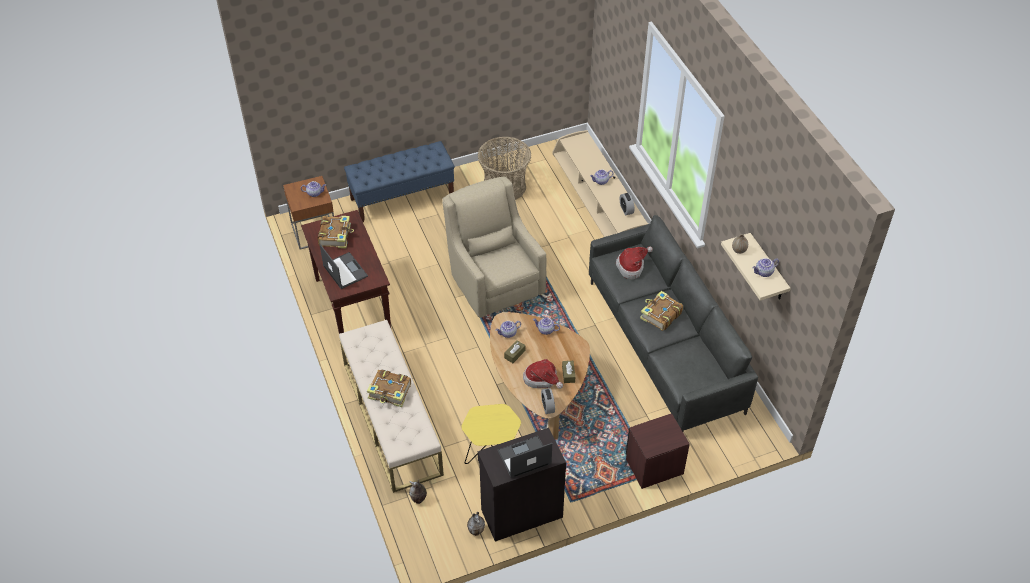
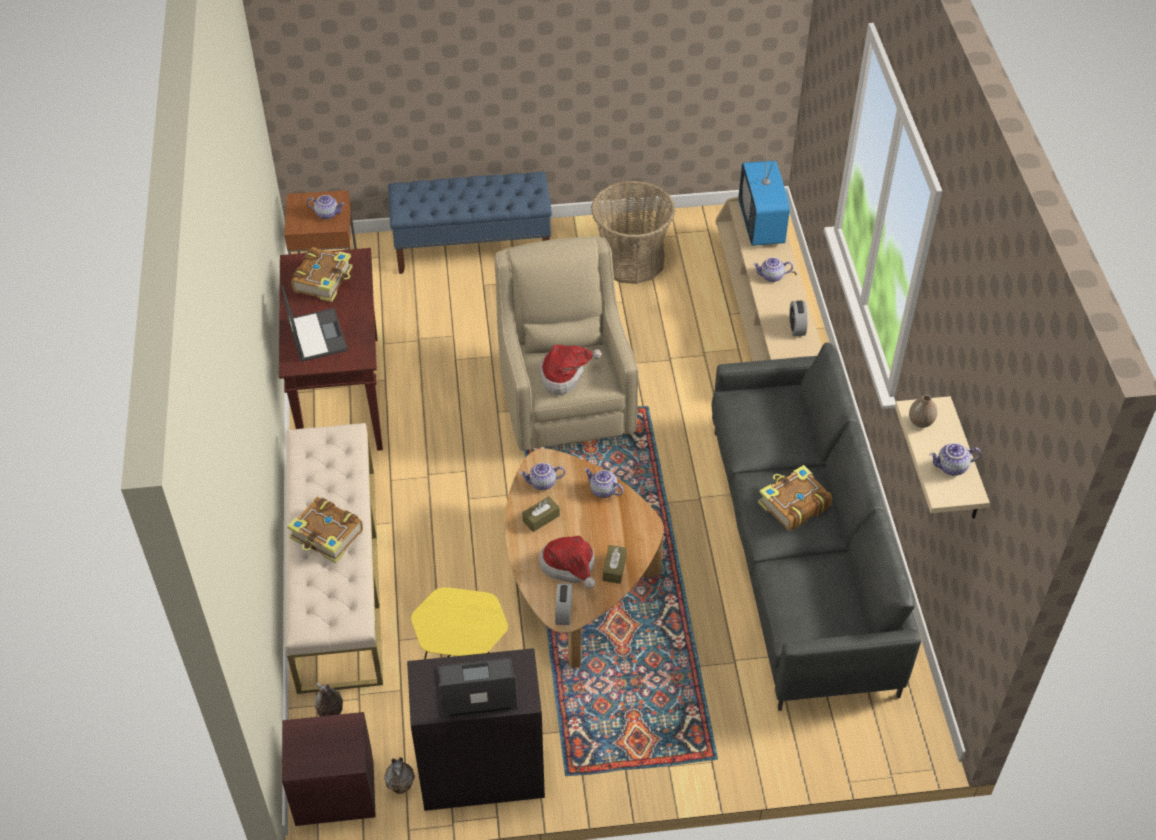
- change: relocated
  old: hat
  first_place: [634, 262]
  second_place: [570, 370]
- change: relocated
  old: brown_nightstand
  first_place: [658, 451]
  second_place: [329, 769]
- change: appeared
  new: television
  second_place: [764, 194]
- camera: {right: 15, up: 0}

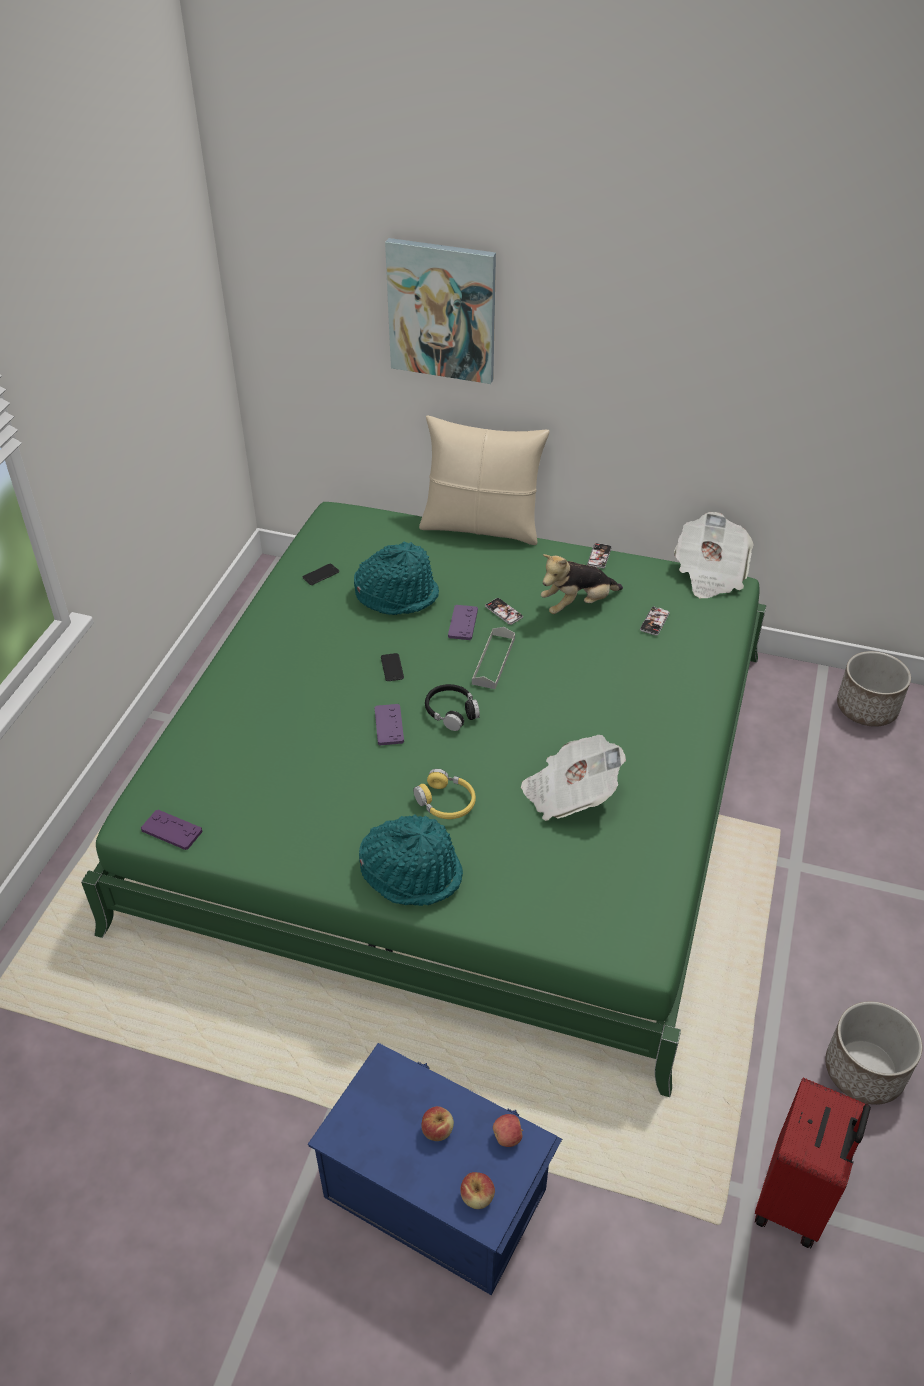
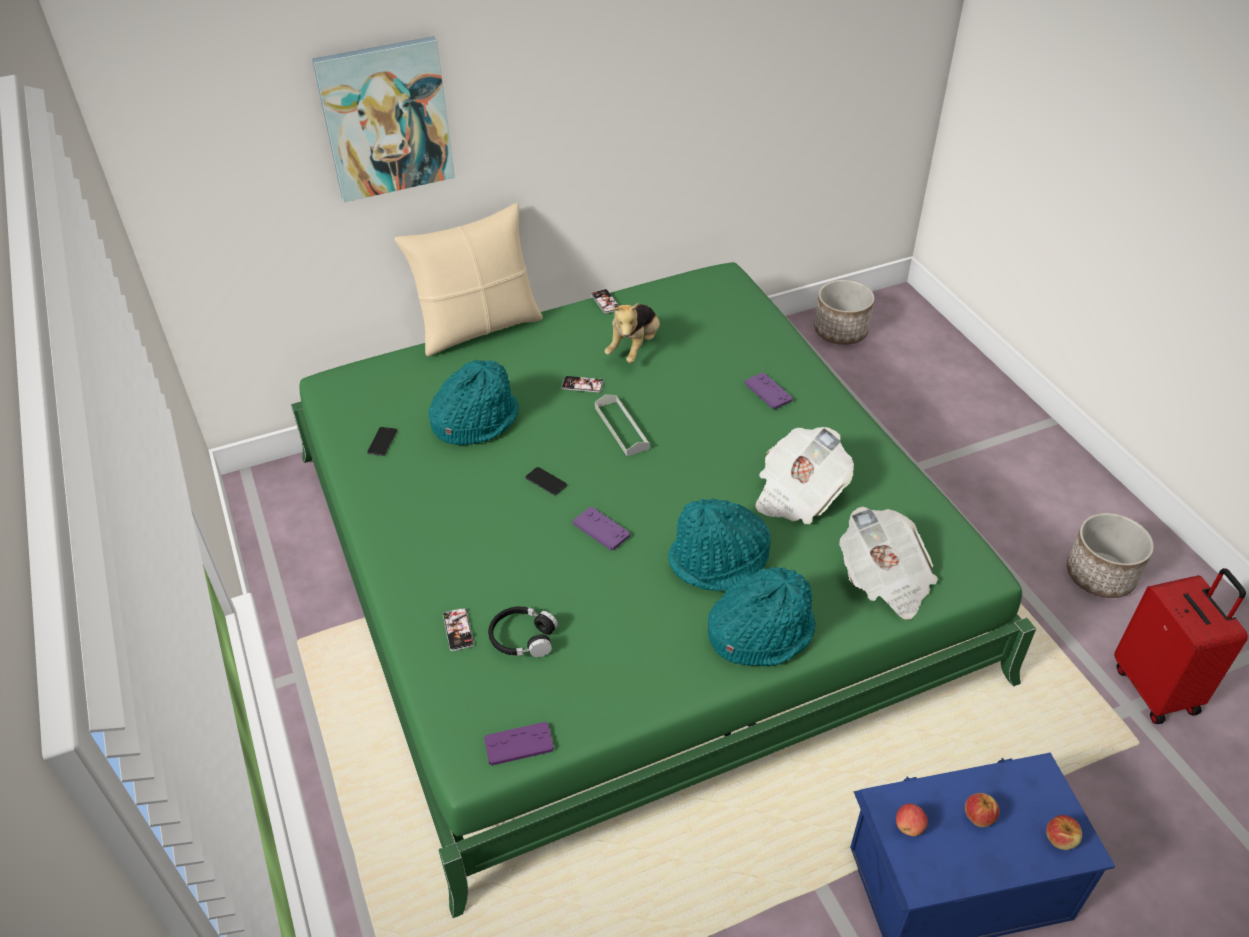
- change: relocated
  old: newspaper
  first_place: [714, 555]
  second_place: [888, 563]
- change: relocated
  old: purple_game_controller
  first_place: [463, 622]
  second_place: [769, 390]
- change: relocated
  old: phone
  first_place: [655, 621]
  second_place: [458, 629]
- change: relocated
  old: black_headphones
  first_place: [452, 707]
  second_place: [523, 631]
- change: exchanged
  old: yellow_headphones
  new: turquoise_hat
  first_place: [444, 794]
  second_place: [719, 544]
- change: relocated
  old: apple
  first_place: [508, 1130]
  second_place: [912, 819]
- camera: {right: -40, up: 0}

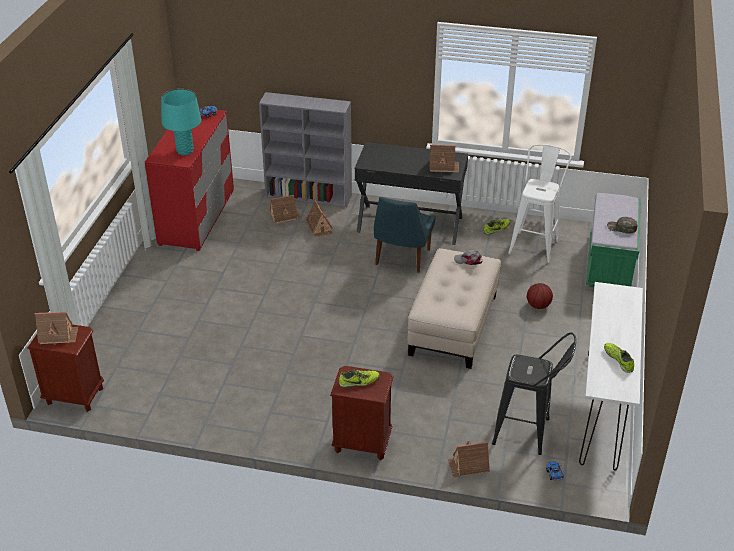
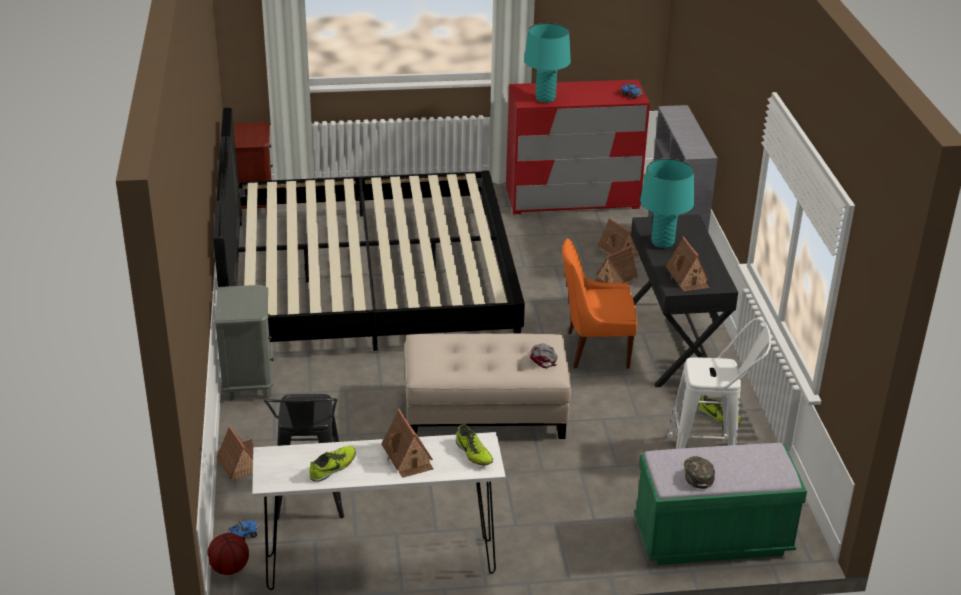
- change: colour
  old: blue_chair
  new: orange_chair
  first_place: [405, 235]
  second_place: [599, 303]
- change: relocated
  old: basketball
  first_place: [540, 296]
  second_place: [228, 554]
- change: relocated
  old: toy_house
  first_place: [56, 328]
  second_place: [407, 443]
- change: colour
  old: brown_nightstand
  new: grey_nightstand
  first_place: [362, 413]
  second_place: [244, 343]
- change: relocated
  old: shoe
  first_place: [359, 379]
  second_place: [474, 445]
- change: appeared
  new: bed
  second_place: [369, 229]
- change: appeared
  new: turquoise_table_lamp
  second_place: [667, 203]
- camera: {right: 70, up: -5}

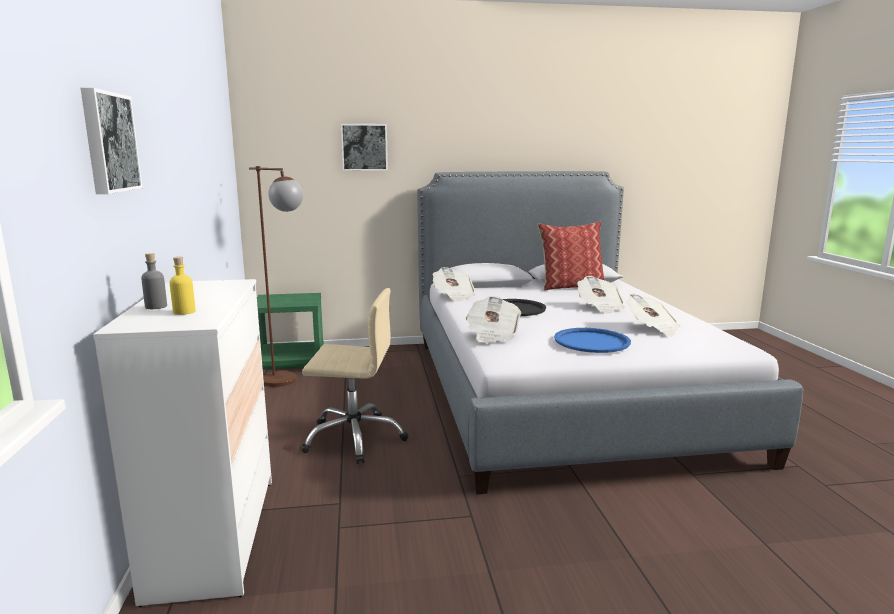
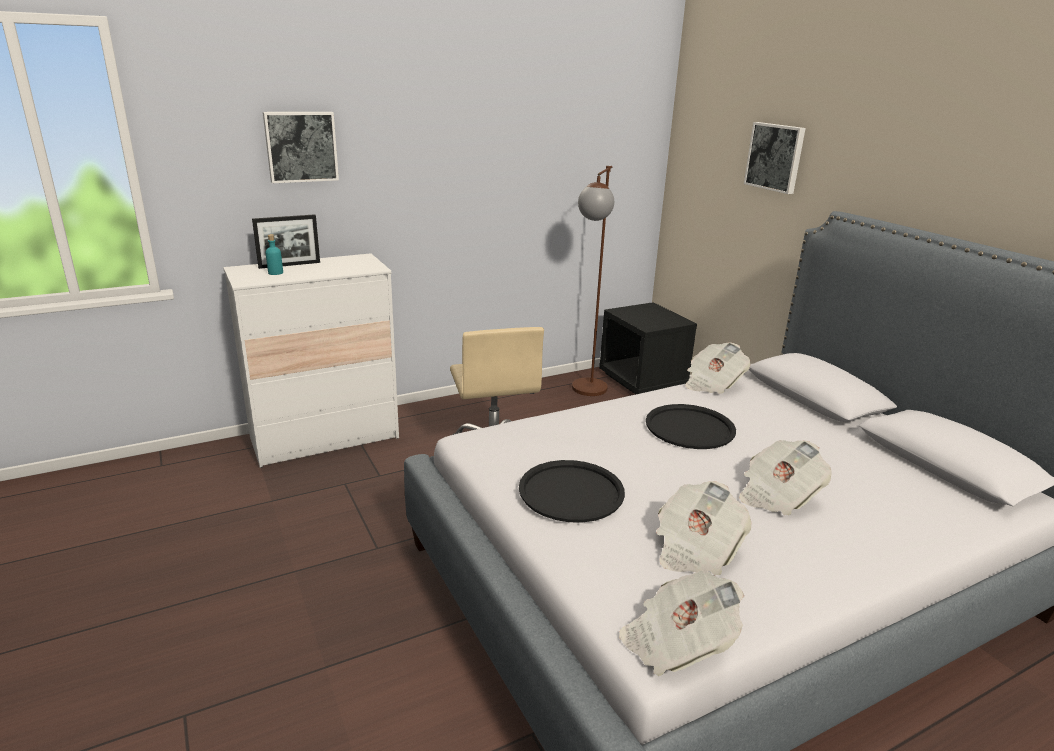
- change: missing
  old: pillow
  first_place: [571, 256]
- change: exchanged
  old: grey_bottle
  new: picture_frame
  first_place: [154, 281]
  second_place: [286, 241]
- change: colour
  old: yellow_bottle
  new: turquoise_bottle
  first_place: [182, 286]
  second_place: [274, 254]
- change: colour
  old: green_nightstand
  new: black_nightstand
  first_place: [290, 331]
  second_place: [648, 348]
- change: relocated
  old: newspaper
  first_place: [493, 319]
  second_place: [681, 623]
- change: colour
  old: blue_tray
  new: black_tray
  first_place: [592, 340]
  second_place: [572, 491]
- camera: {right: 70, up: 10}

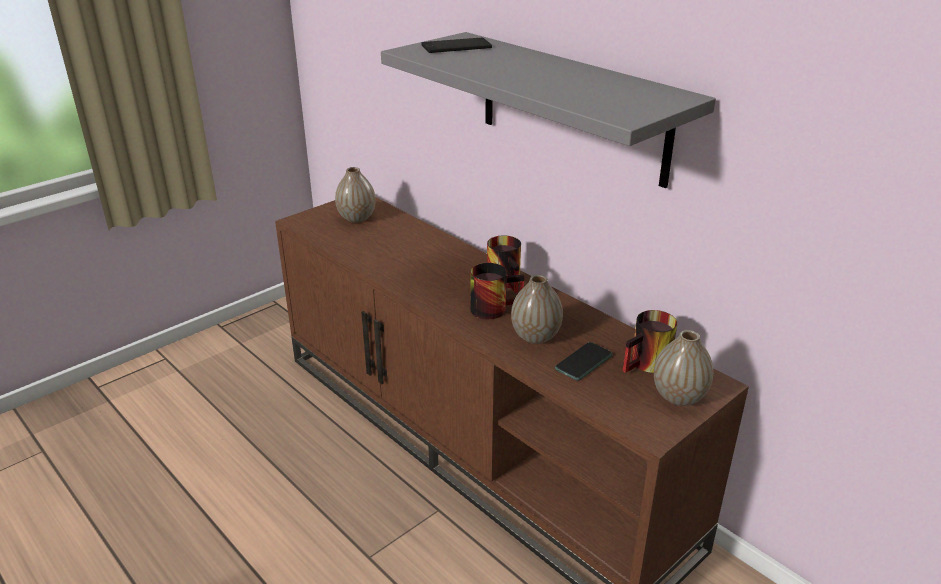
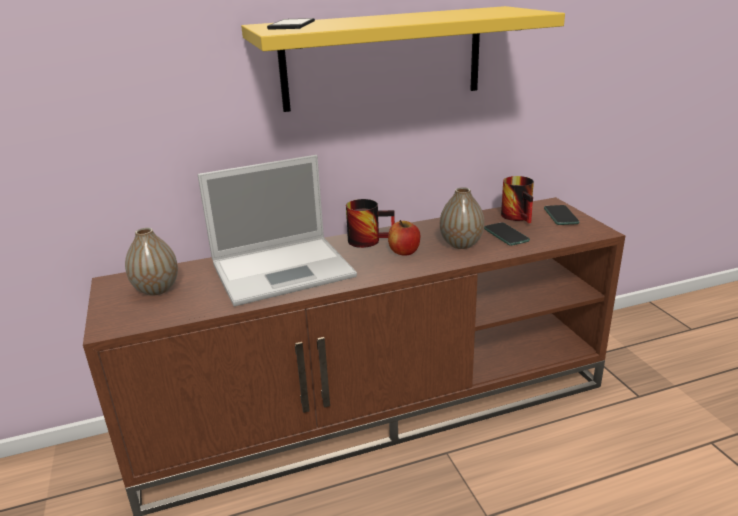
- change: colour
  old: grey_shelf
  new: yellow_shelf
  first_place: [548, 110]
  second_place: [403, 59]
- change: exchanged
  old: mug
  new: apple
  first_place: [497, 291]
  second_place: [404, 238]
- change: exchanged
  old: vase
  new: phone
  first_place: [684, 368]
  second_place: [562, 215]
- change: appeared
  new: laptop
  second_place: [277, 230]
- camera: {right: -65, up: -5}

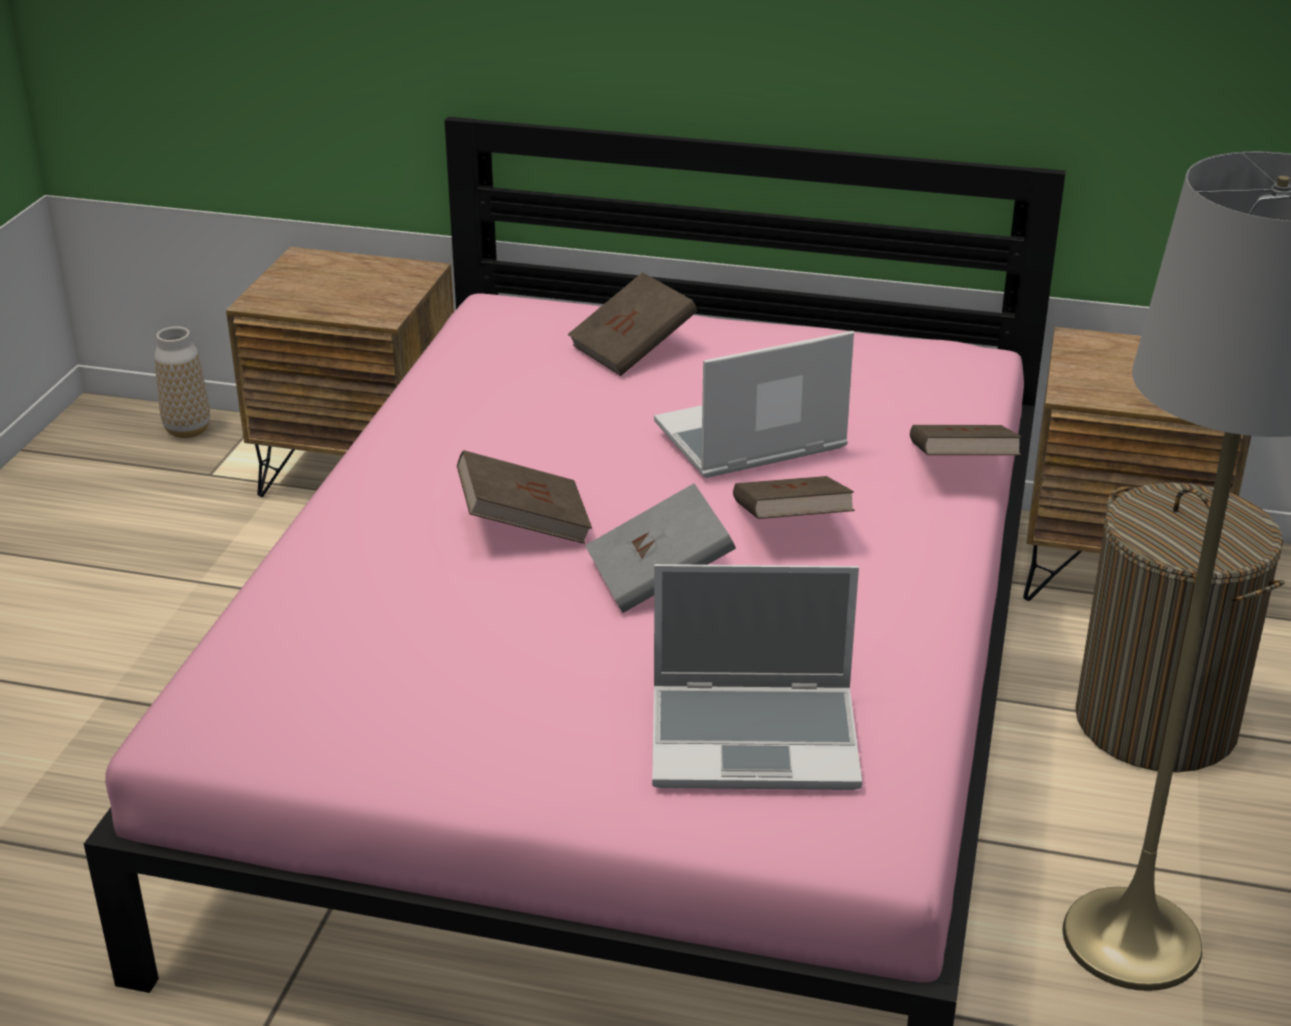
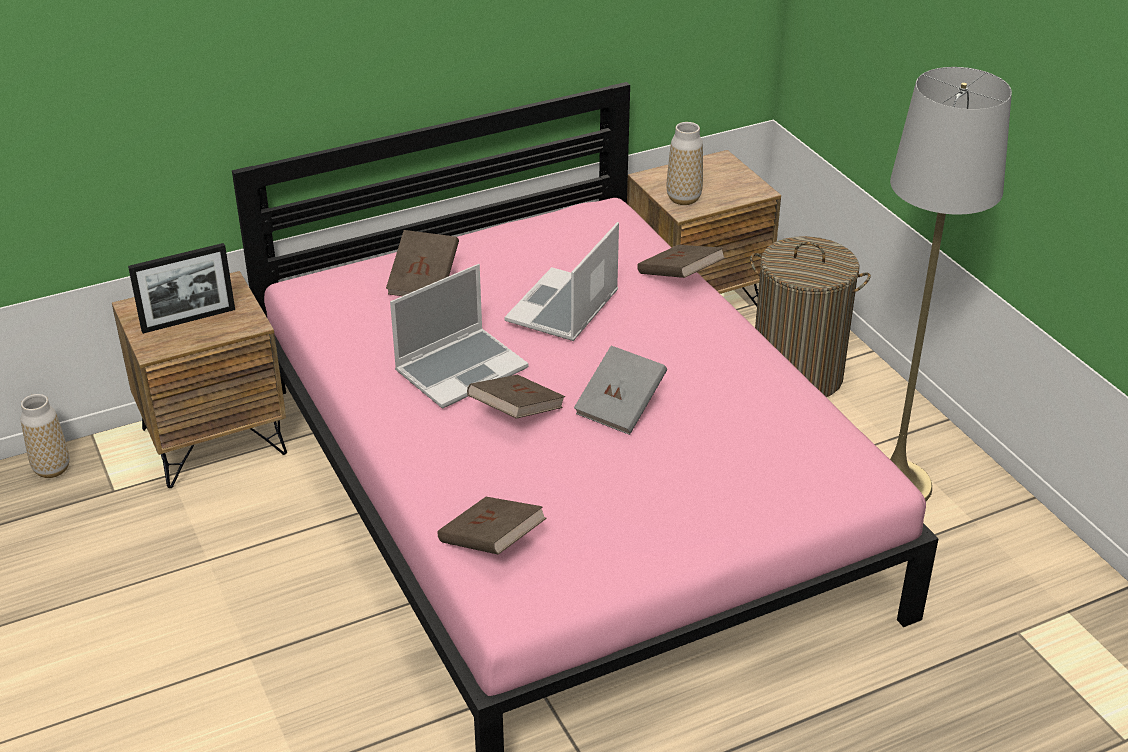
- change: relocated
  old: brown_book
  first_place: [794, 497]
  second_place: [492, 526]
- change: relocated
  old: laptop
  first_place: [757, 677]
  second_place: [459, 336]
- change: appeared
  new: vase
  second_place: [685, 163]
- change: appeared
  new: picture_frame
  second_place: [181, 288]
- camera: {right: -40, up: 5}

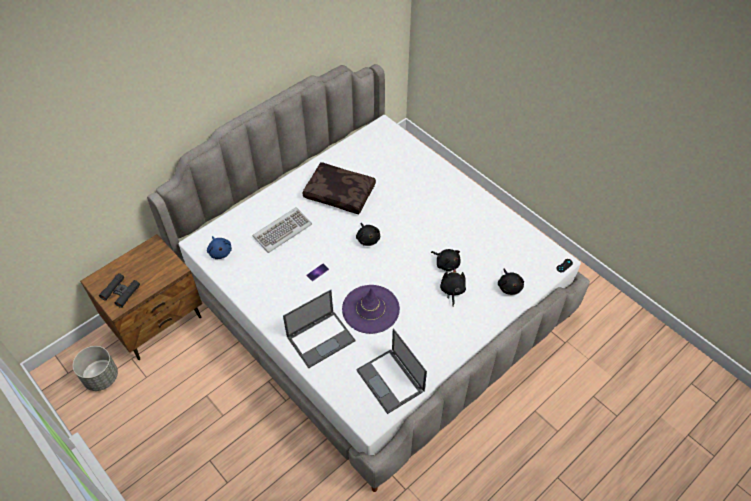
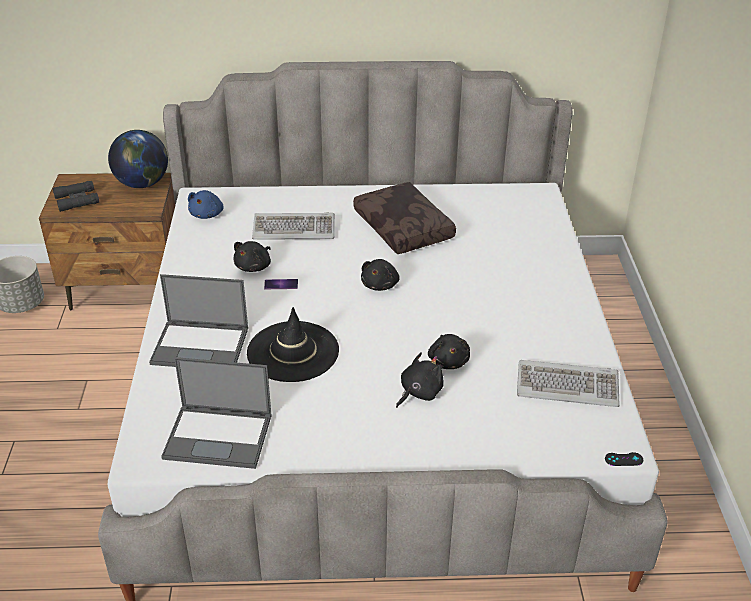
- change: relocated
  old: black_plush_toy
  first_place: [511, 282]
  second_place: [252, 256]
- change: colour
  old: purple_hat
  new: black_hat
  first_place: [371, 309]
  second_place: [293, 344]
- change: spun
  old: laptop
  first_place: [391, 371]
  second_place: [216, 413]
  degrees: -90
- change: appeared
  new: globe
  second_place: [138, 159]
- change: appeared
  new: keyboard
  second_place: [568, 383]
- camera: {right: 40, up: -15}

